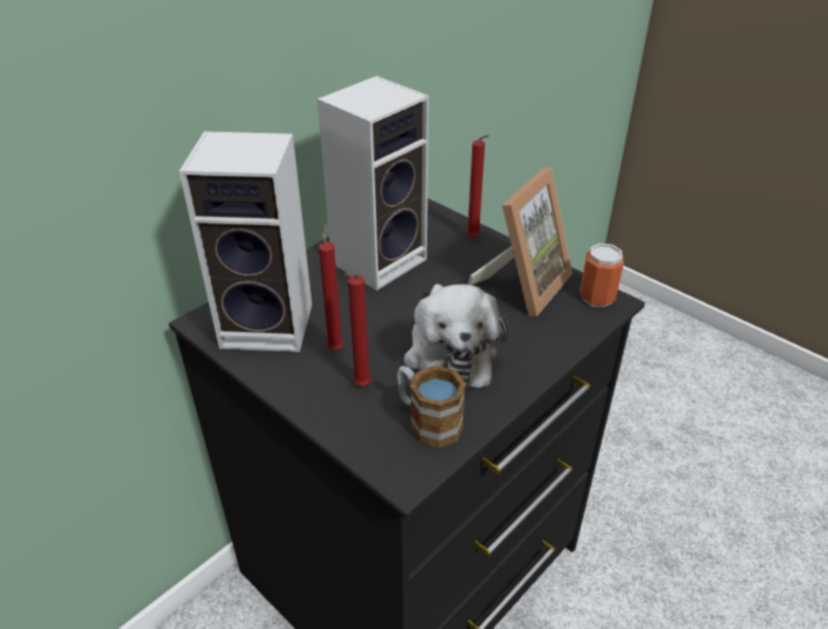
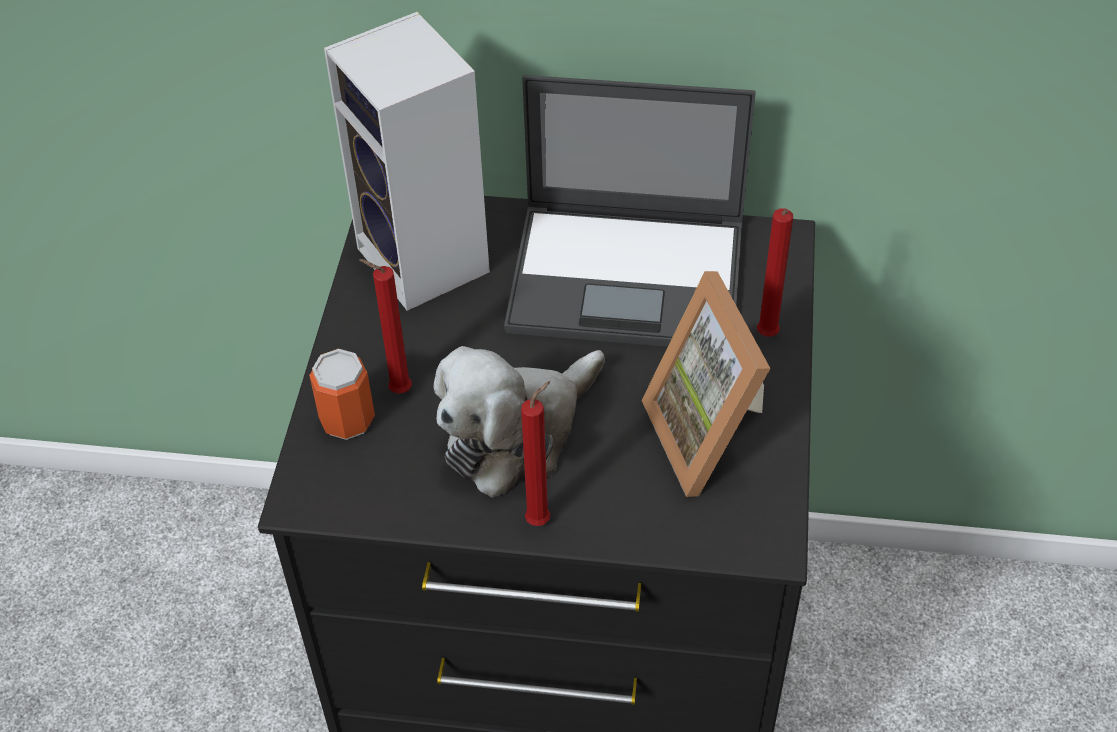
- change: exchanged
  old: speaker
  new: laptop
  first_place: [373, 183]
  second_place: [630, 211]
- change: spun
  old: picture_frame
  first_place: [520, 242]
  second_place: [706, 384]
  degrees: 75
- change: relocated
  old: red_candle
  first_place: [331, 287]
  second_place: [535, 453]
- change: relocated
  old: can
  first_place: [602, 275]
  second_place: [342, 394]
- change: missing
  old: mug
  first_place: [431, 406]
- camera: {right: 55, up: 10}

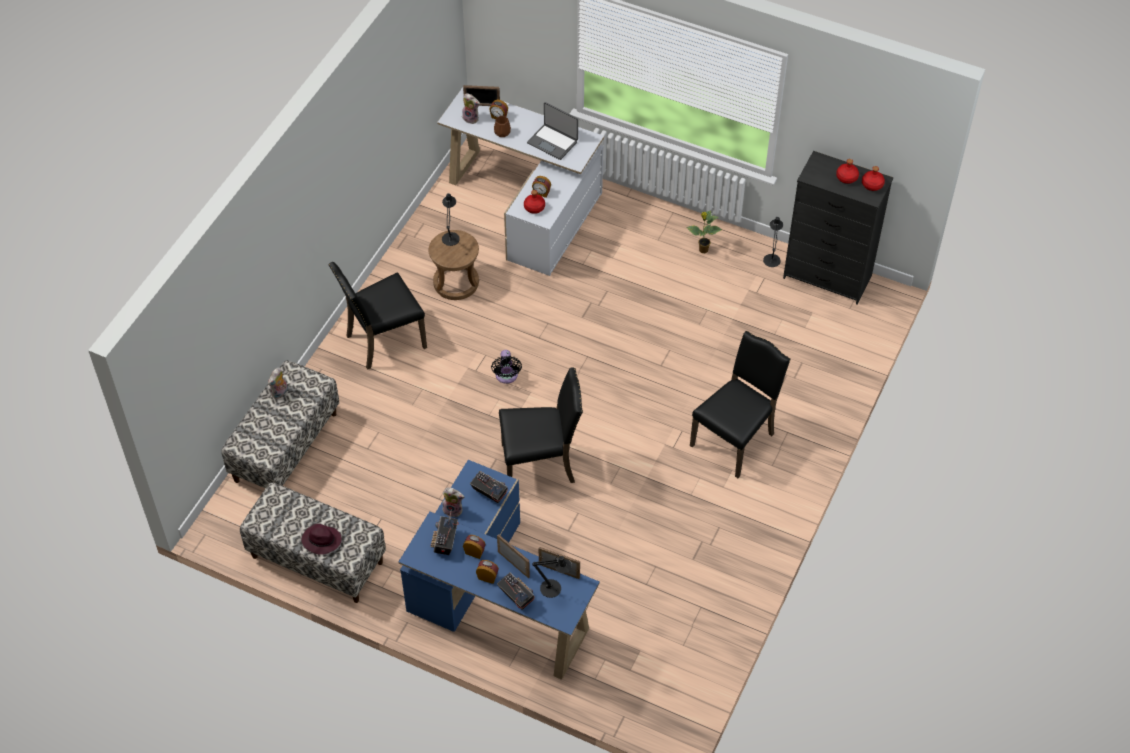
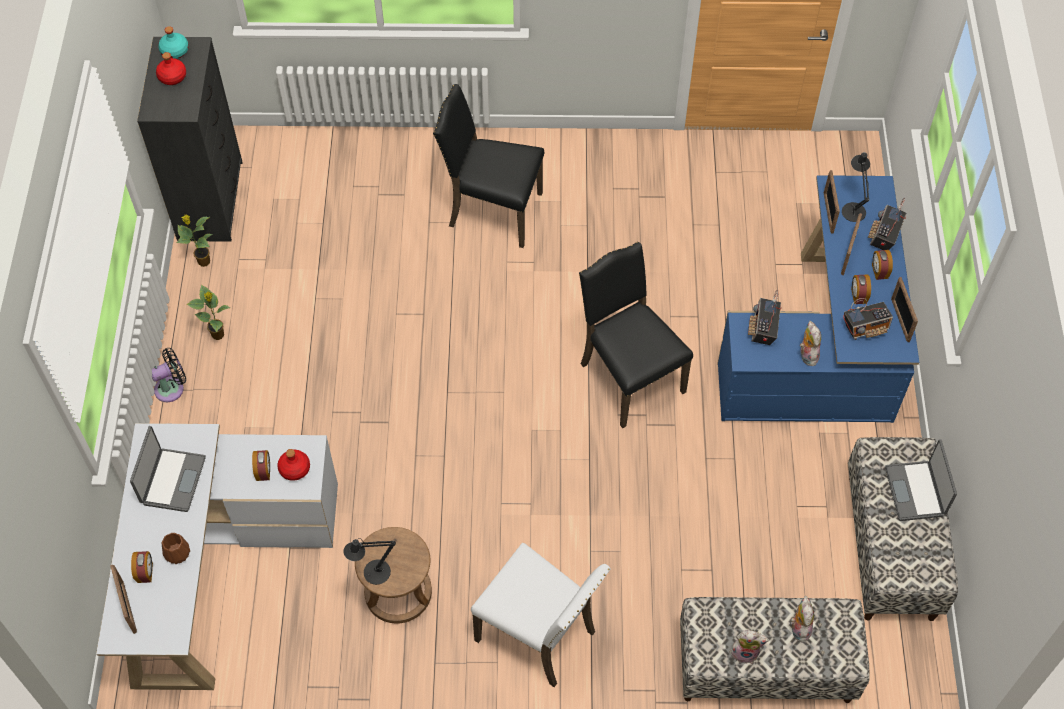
- change: relocated
  old: plush_toy
  first_place: [471, 108]
  second_place: [802, 619]
- change: colour
  old: red_bottle
  new: turquoise_bottle
  first_place: [873, 178]
  second_place: [173, 42]
- change: exchanged
  old: black_table_lamp
  new: potted_plant
  first_place: [773, 242]
  second_place: [195, 241]
- change: colour
  old: black_chair
  new: white_chair
  first_place: [377, 316]
  second_place: [541, 615]
- change: relocated
  old: black_fan
  first_place: [506, 367]
  second_place: [168, 375]
- change: exchanged
  old: purple_hat
  new: laptop
  first_place: [321, 539]
  second_place: [921, 480]
- change: appeared
  new: picture_frame
  second_place: [904, 309]
- camera: {right: -115, up: 5}

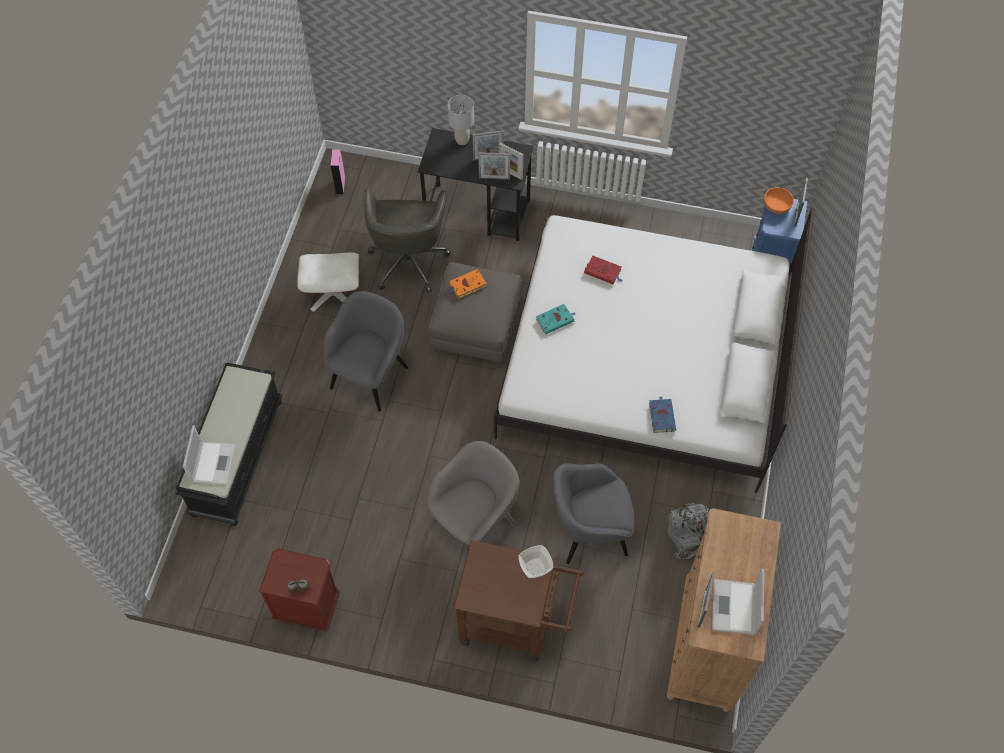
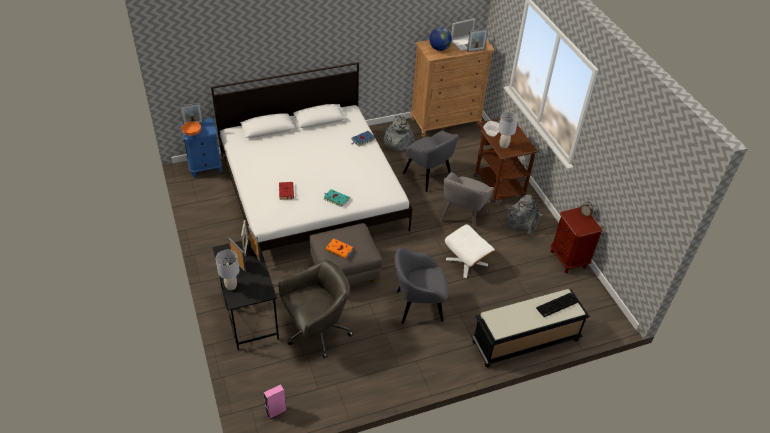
- change: relocated
  old: white_ottoman
  first_place: [328, 282]
  second_place: [470, 251]
- change: exchanged
  old: laptop
  new: keyboard
  first_place: [209, 455]
  second_place: [557, 305]
- change: spun
  old: grey_armchair
  first_place: [473, 493]
  second_place: [467, 201]
  degrees: -75
- change: appeared
  new: globe
  second_place: [440, 39]
- change: appeared
  new: grey_table_lamp
  second_place: [508, 130]
- change: appeared
  new: grey_backpack
  second_place: [525, 214]
- camera: {right: -125, up: -15}

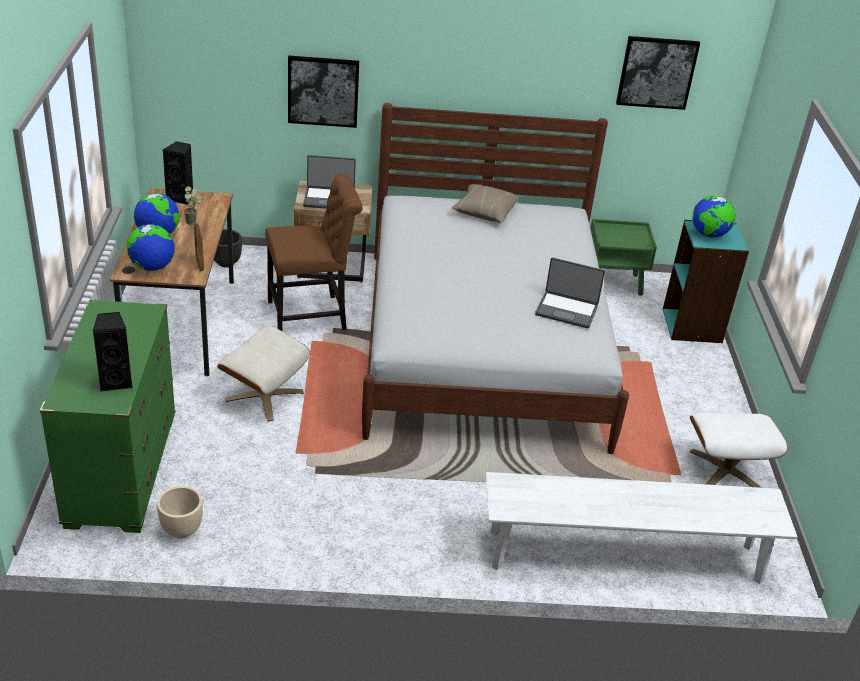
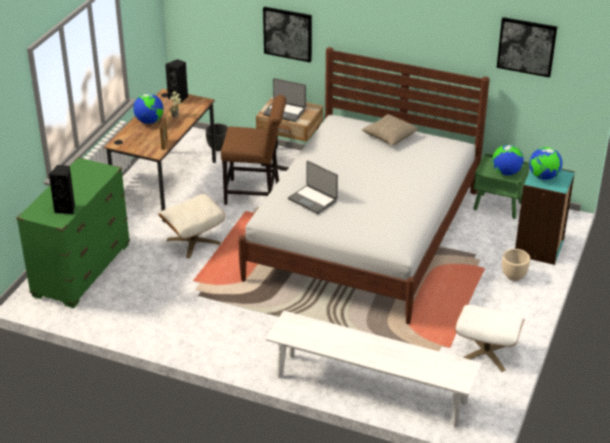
- change: relocated
  old: globe
  first_place: [151, 247]
  second_place: [508, 160]
- change: relocated
  old: laptop
  first_place: [570, 292]
  second_place: [313, 187]
- change: relocated
  old: beige_planter
  first_place: [180, 512]
  second_place: [516, 265]
- camera: {right: 25, up: 0}

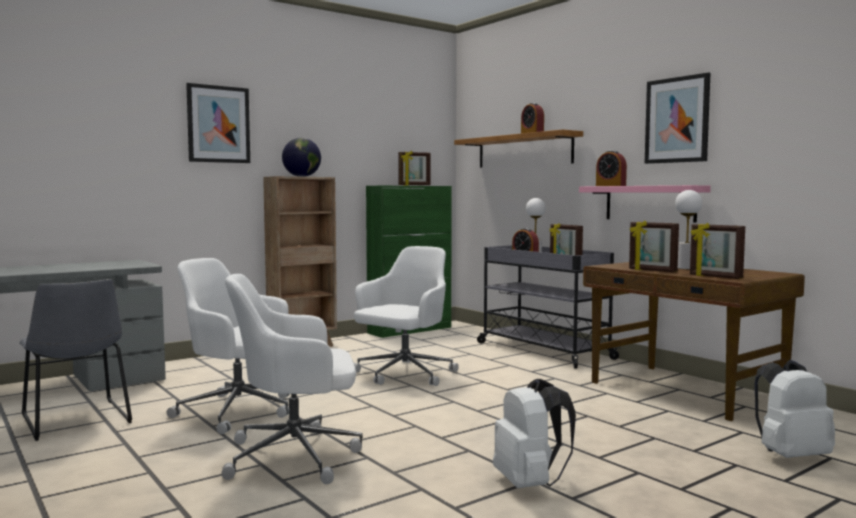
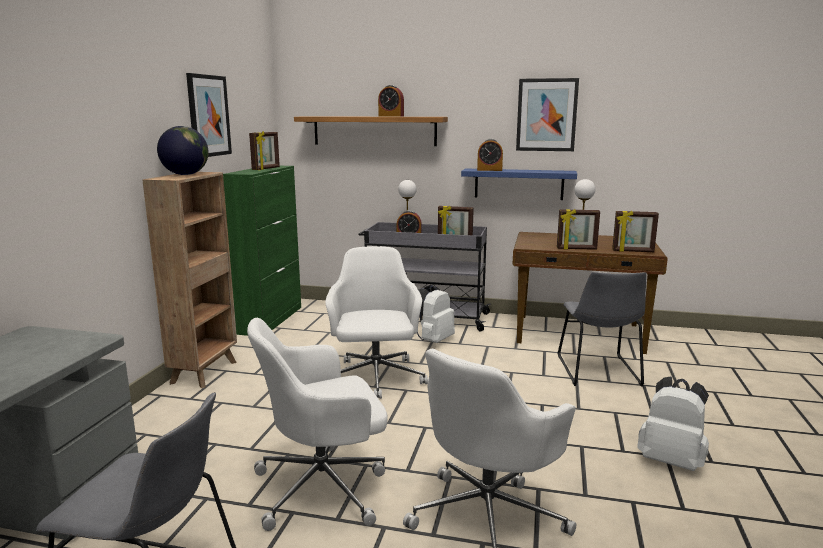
- change: relocated
  old: picture
  first_place: [218, 123]
  second_place: [209, 115]
- change: colour
  old: pink_shelf
  new: blue_shelf
  first_place: [645, 203]
  second_place: [519, 184]
- change: relocated
  old: white_backpack
  first_place: [794, 409]
  second_place: [436, 314]
- change: appeared
  new: grey_chair
  second_place: [602, 329]
- camera: {right: -40, up: 10}

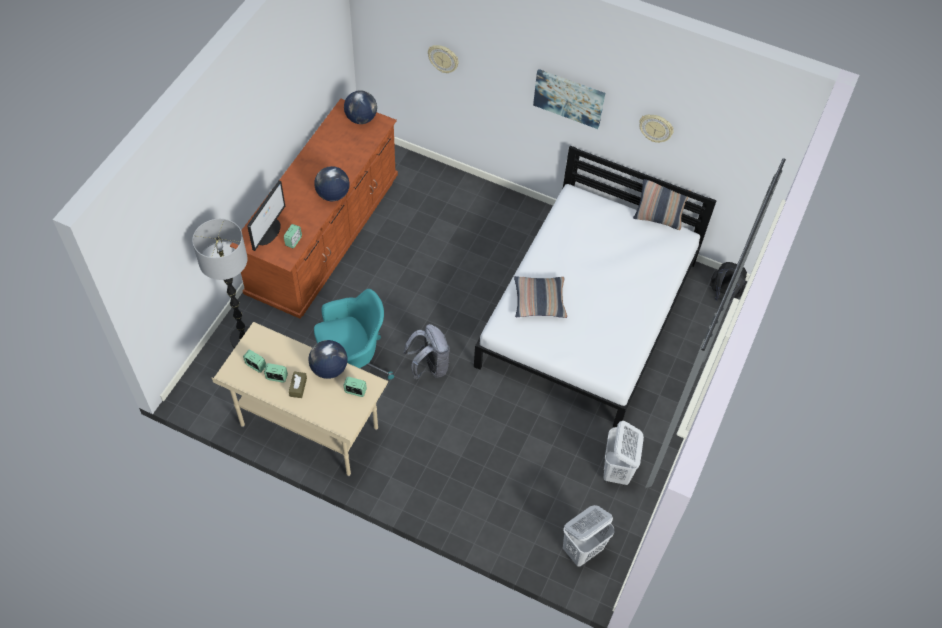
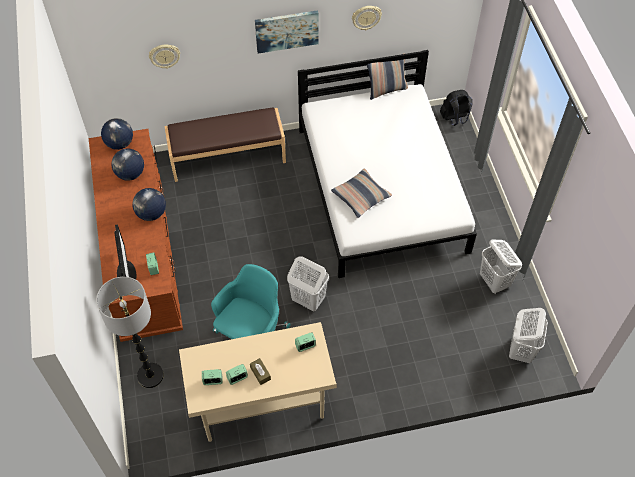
- change: exchanged
  old: grey_backpack
  new: white_laundry_basket
  first_place: [426, 352]
  second_place: [308, 283]
- change: relocated
  old: globe
  first_place: [328, 359]
  second_place: [127, 165]
- change: appeared
  new: brown_bench
  second_place: [225, 144]
- camera: {right: -35, up: 0}

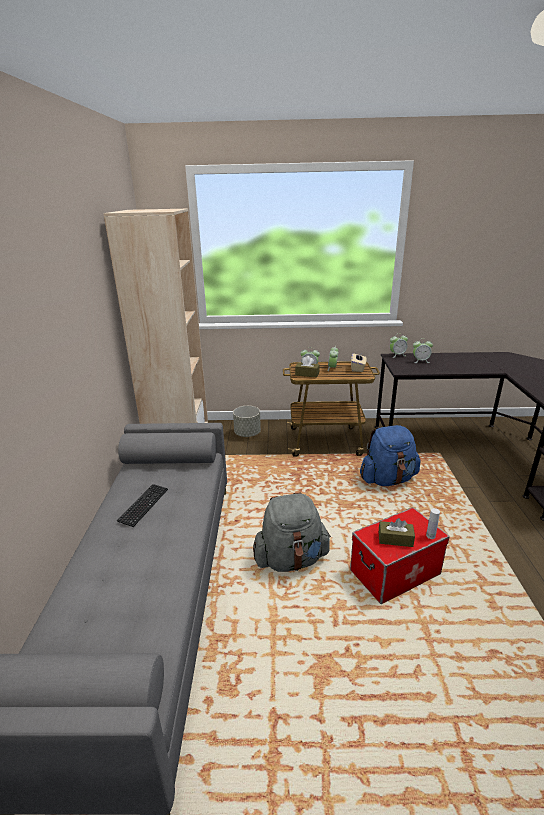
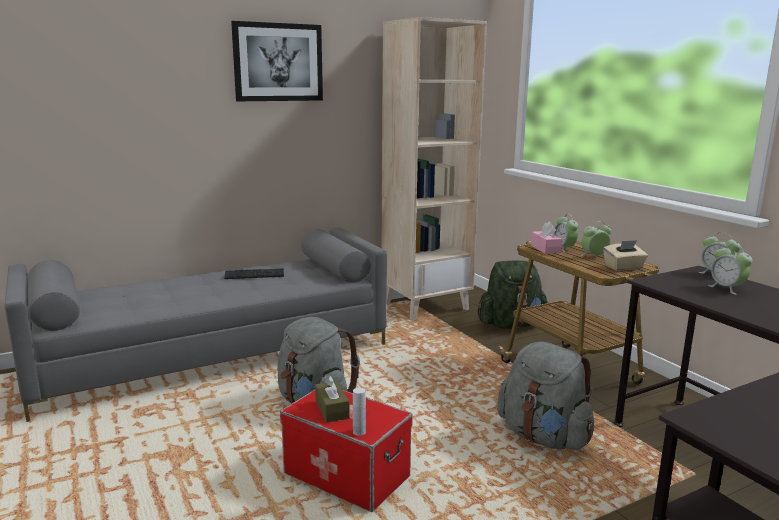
- change: colour
  old: brown_tissue_box
  new: pink_tissue_box
  first_place: [307, 367]
  second_place: [546, 238]
- change: exchanged
  old: grey_planter
  new: green_backpack
  first_place: [247, 421]
  second_place: [513, 294]
- change: colour
  old: blue_backpack
  new: grey_backpack
  first_place: [390, 455]
  second_place: [545, 396]
- change: appeared
  new: picture
  second_place: [277, 61]
- camera: {right: 60, up: -10}

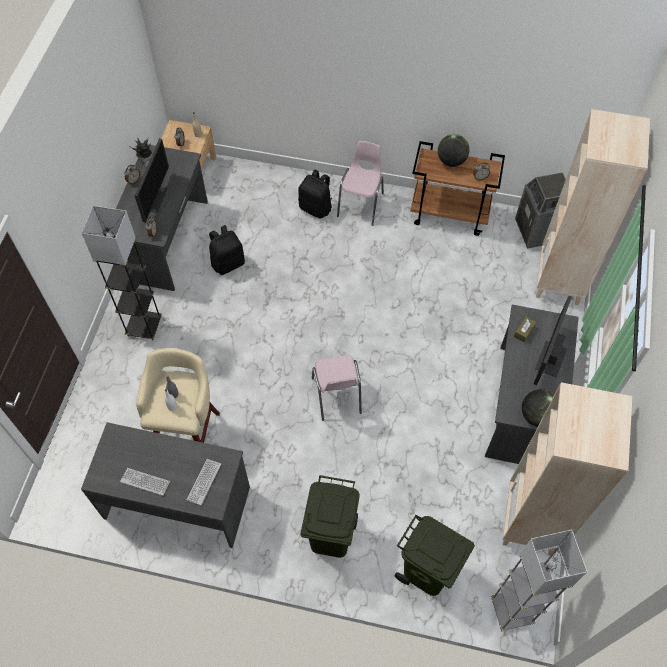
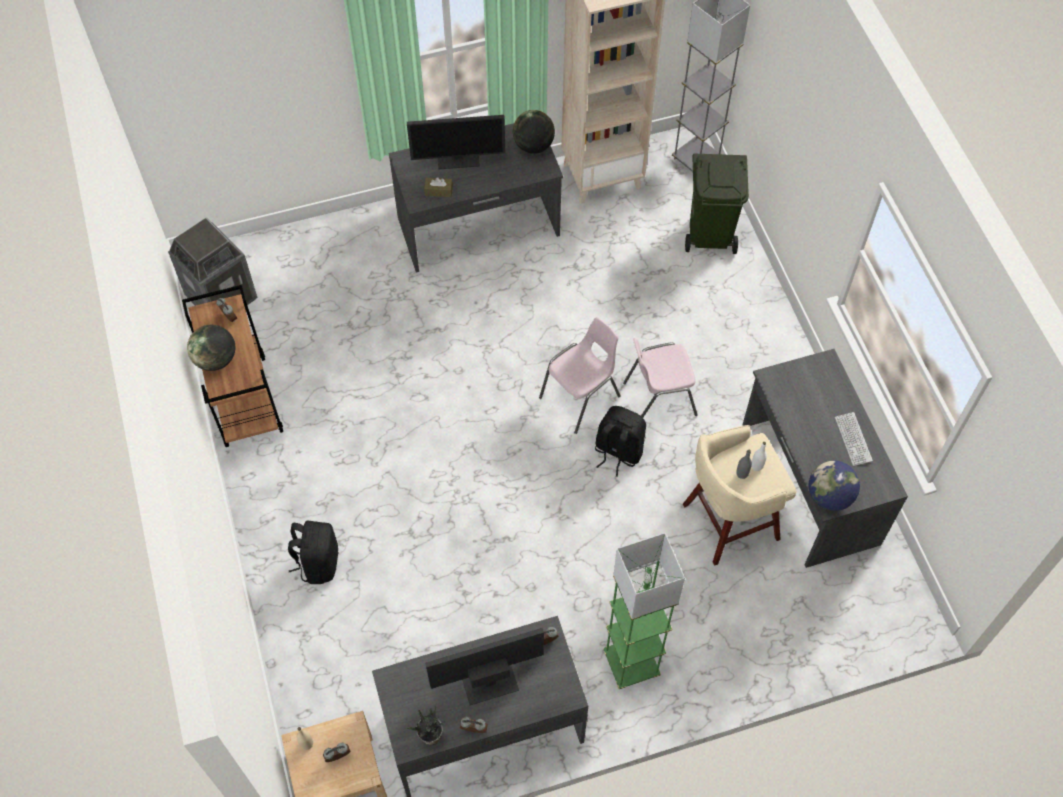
- change: missing
  old: beige_bookcase
  first_place: [593, 207]
- change: relocated
  old: pink_chair
  first_place: [360, 183]
  second_place: [660, 378]
- change: colour
  old: grey_floor_lamp
  new: green_floor_lamp
  first_place: [122, 273]
  second_place: [644, 611]
- change: relocated
  old: black_backpack
  first_place: [227, 250]
  second_place: [620, 441]
- change: missing
  old: keyboard
  first_place: [204, 482]
- change: missing
  old: green_trash_can
  first_place: [330, 516]
- change: appeared
  new: globe
  second_place: [834, 486]
- camera: {right: -120, up: 0}

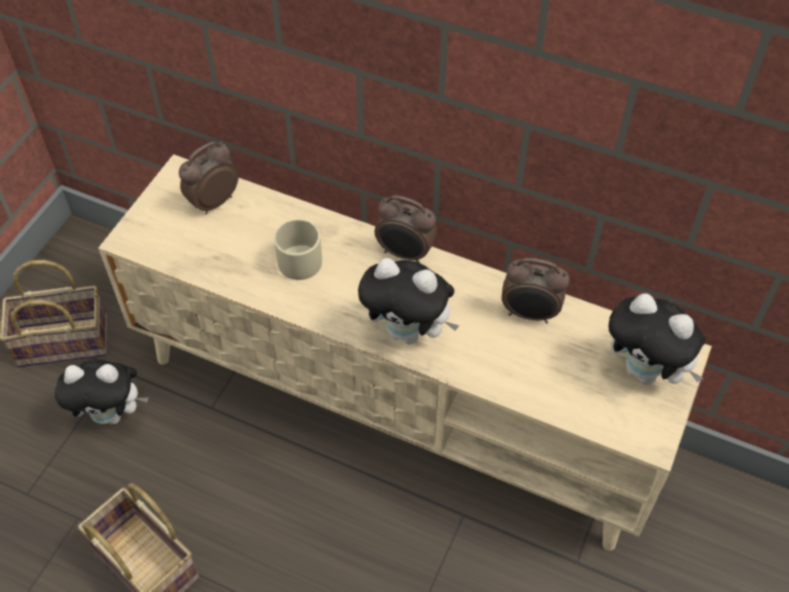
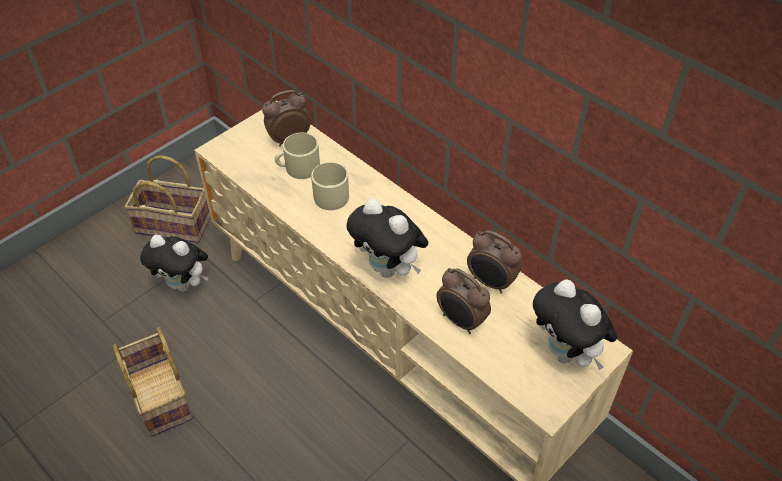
- change: relocated
  old: alarm_clock
  first_place: [405, 229]
  second_place: [464, 301]
- change: appeared
  new: beige_mug
  second_place: [297, 156]
- camera: {right: 20, up: -5}

